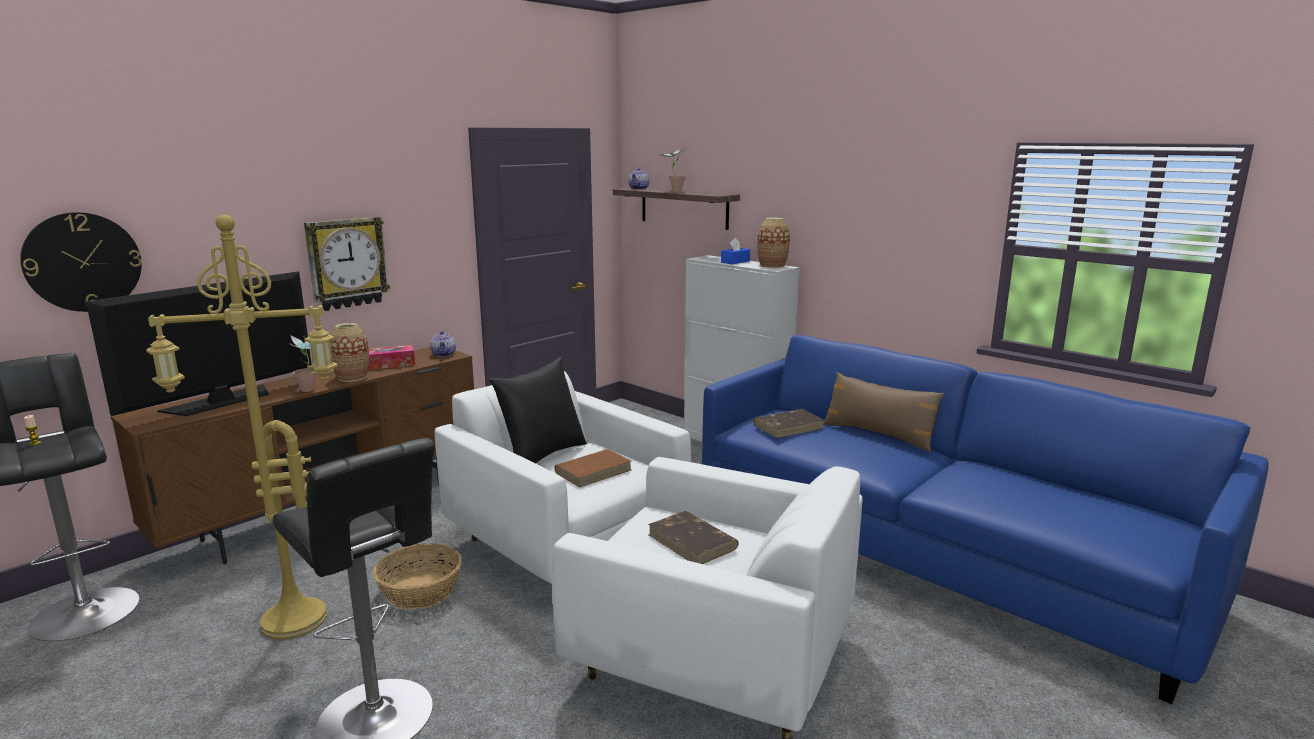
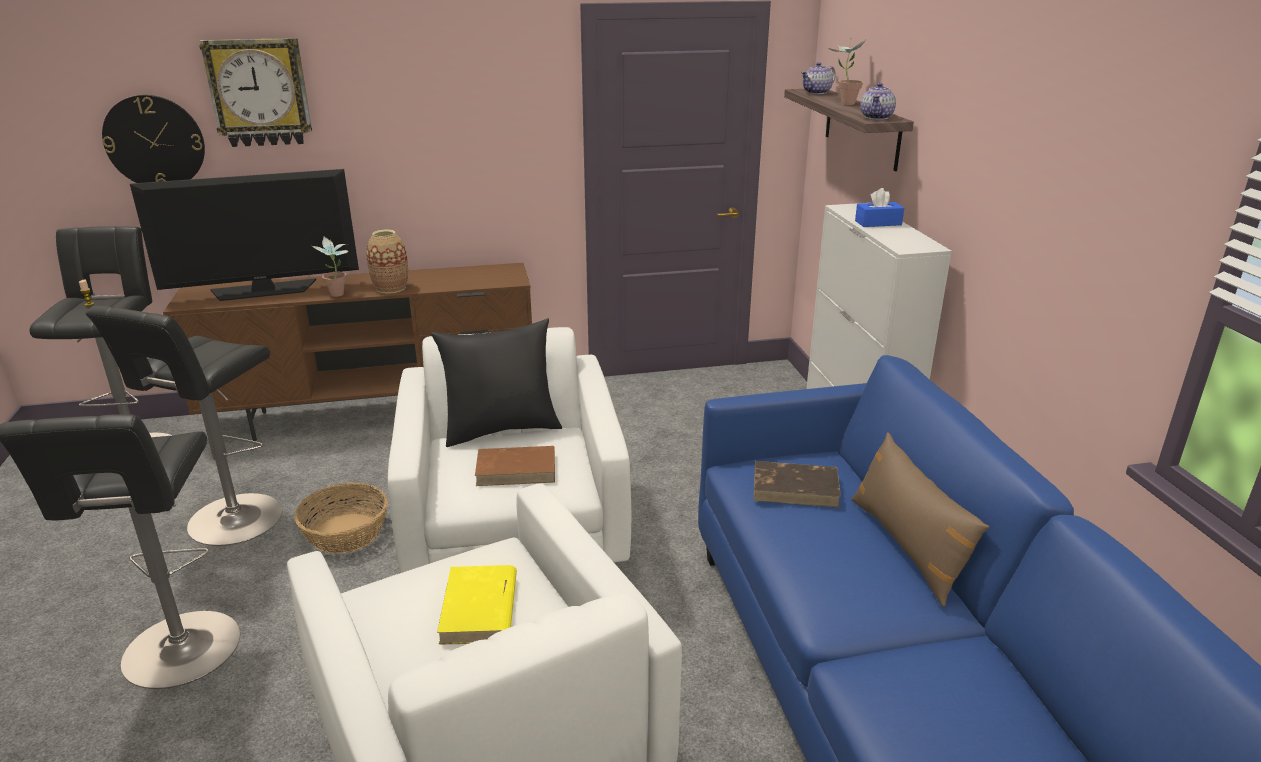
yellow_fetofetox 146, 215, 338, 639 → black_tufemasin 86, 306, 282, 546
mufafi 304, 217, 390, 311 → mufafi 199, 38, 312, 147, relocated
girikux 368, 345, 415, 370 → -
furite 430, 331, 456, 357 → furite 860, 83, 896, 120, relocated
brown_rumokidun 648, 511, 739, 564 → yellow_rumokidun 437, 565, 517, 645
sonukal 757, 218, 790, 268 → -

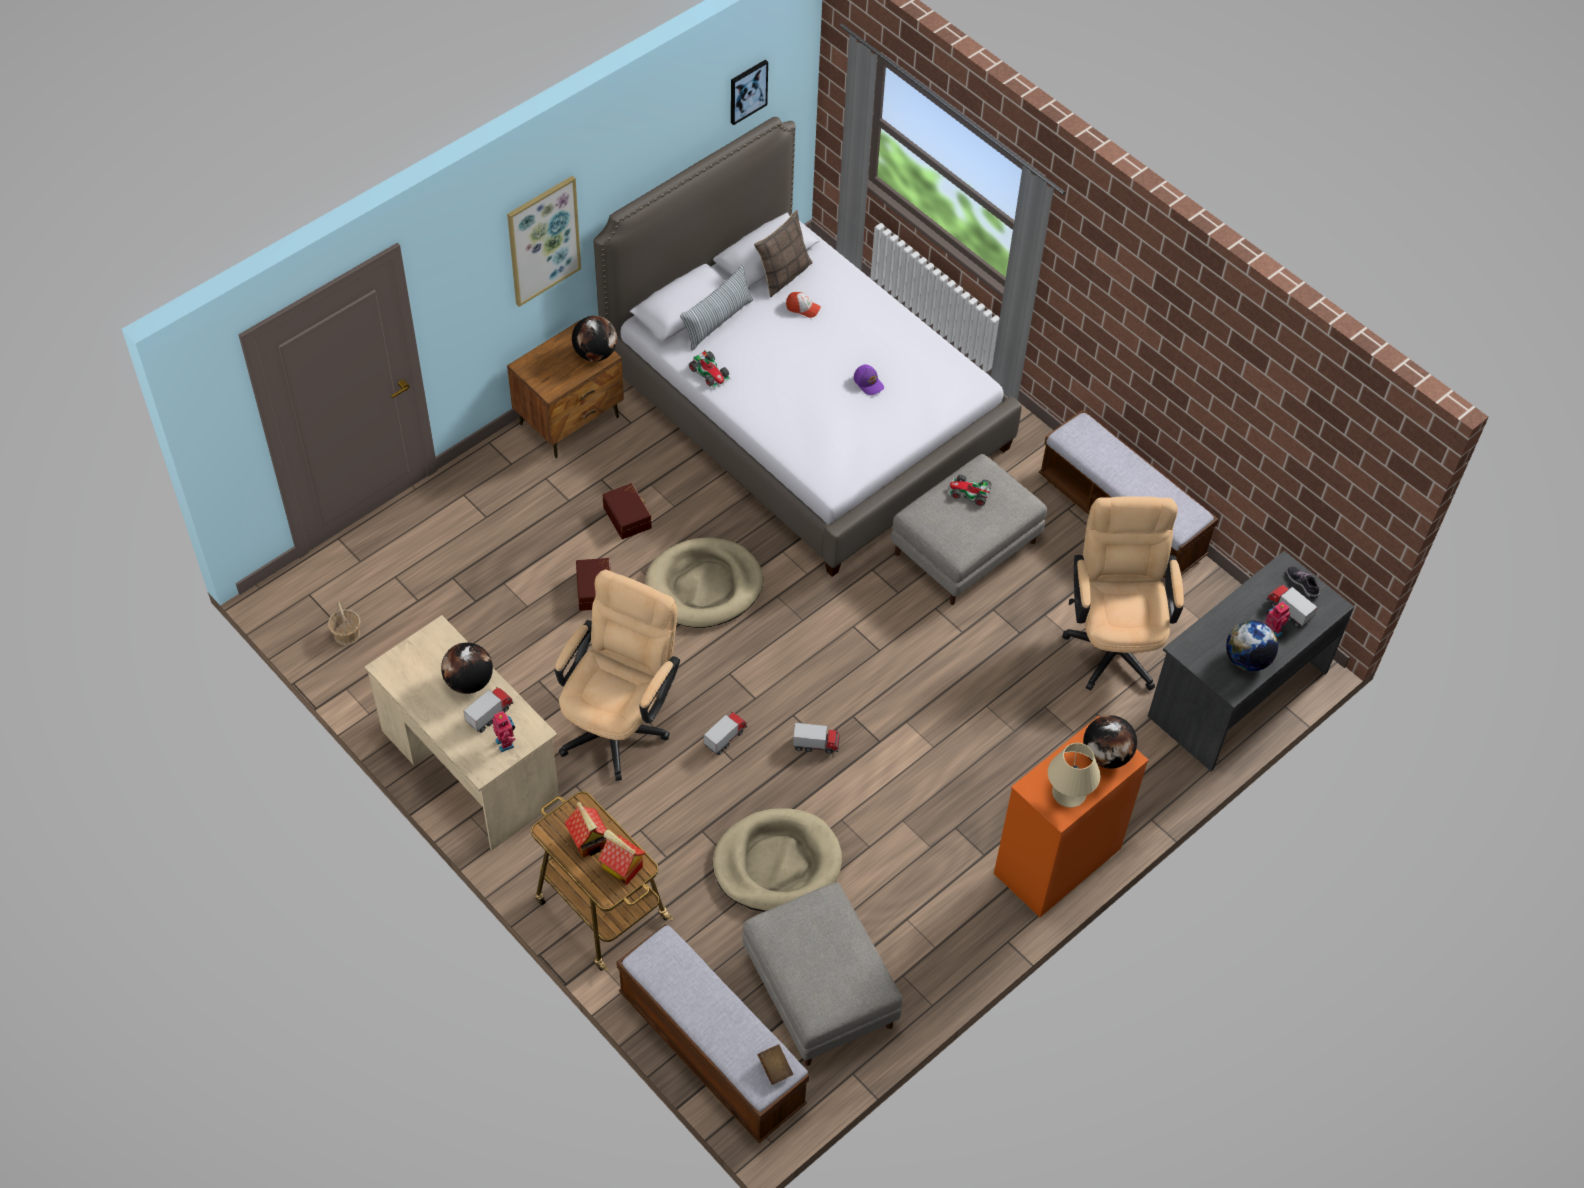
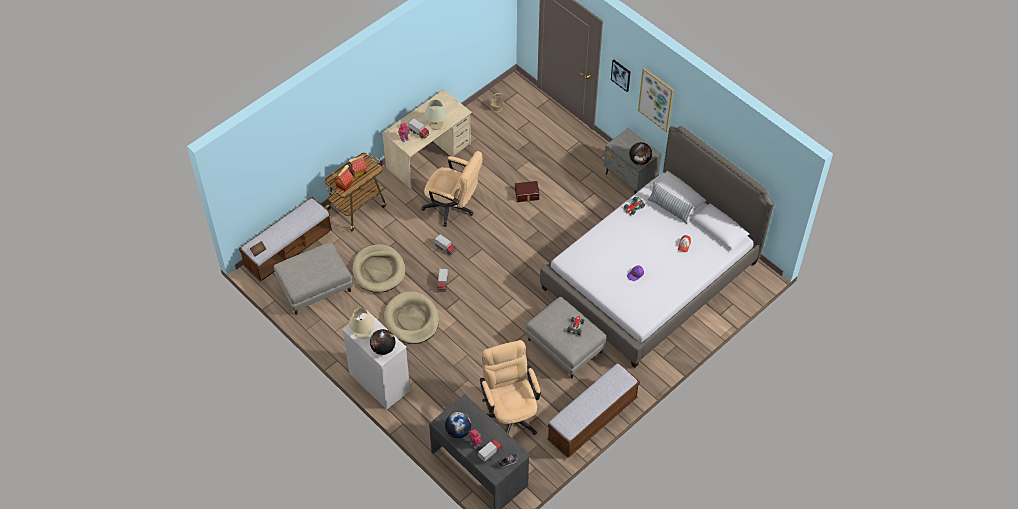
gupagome 441, 643, 493, 694 → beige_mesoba 425, 100, 447, 130
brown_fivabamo 507, 320, 624, 458 → grey_fivabamo 604, 128, 662, 194
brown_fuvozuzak 603, 483, 652, 539 → -
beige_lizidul 645, 537, 763, 628 → beige_lizidul 384, 291, 439, 344, relocated
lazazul 731, 60, 768, 125 → lazazul 611, 60, 631, 92, relocated
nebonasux 754, 210, 813, 297 → -
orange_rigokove 994, 716, 1149, 917 → white_rigokove 342, 311, 410, 410
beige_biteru 1062, 496, 1184, 691 → beige_biteru 480, 340, 541, 435, 105 degrees counterclockwise

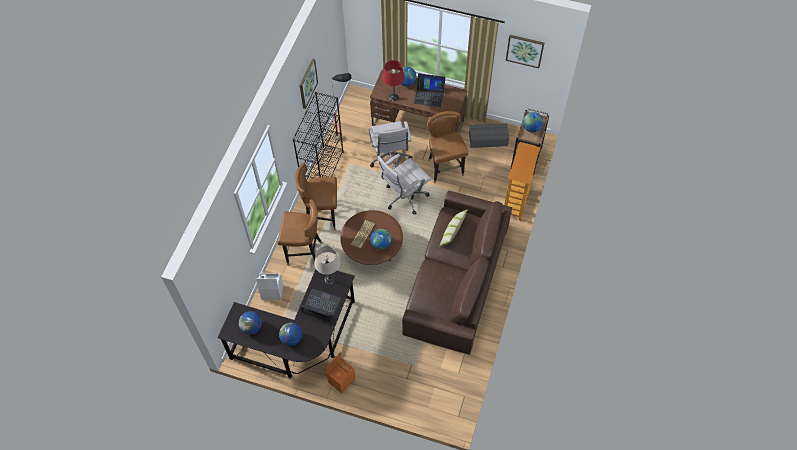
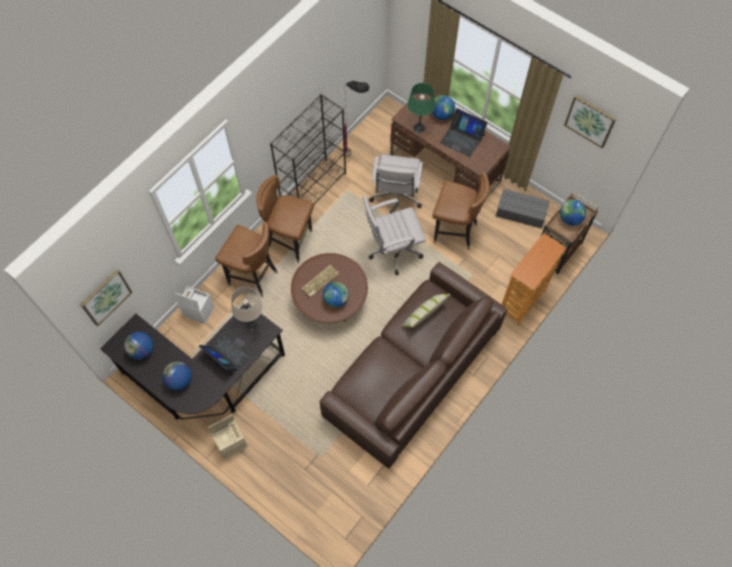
lazazul 299, 58, 318, 109 → lazazul 80, 269, 132, 327, relocated
orange_fuvozuzak 326, 352, 355, 393 → beige_fuvozuzak 207, 415, 248, 459
red_mesoba 382, 60, 405, 101 → green_mesoba 407, 83, 436, 133
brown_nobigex 427, 111, 468, 183 → brown_nobigex 432, 172, 490, 250, 105 degrees clockwise

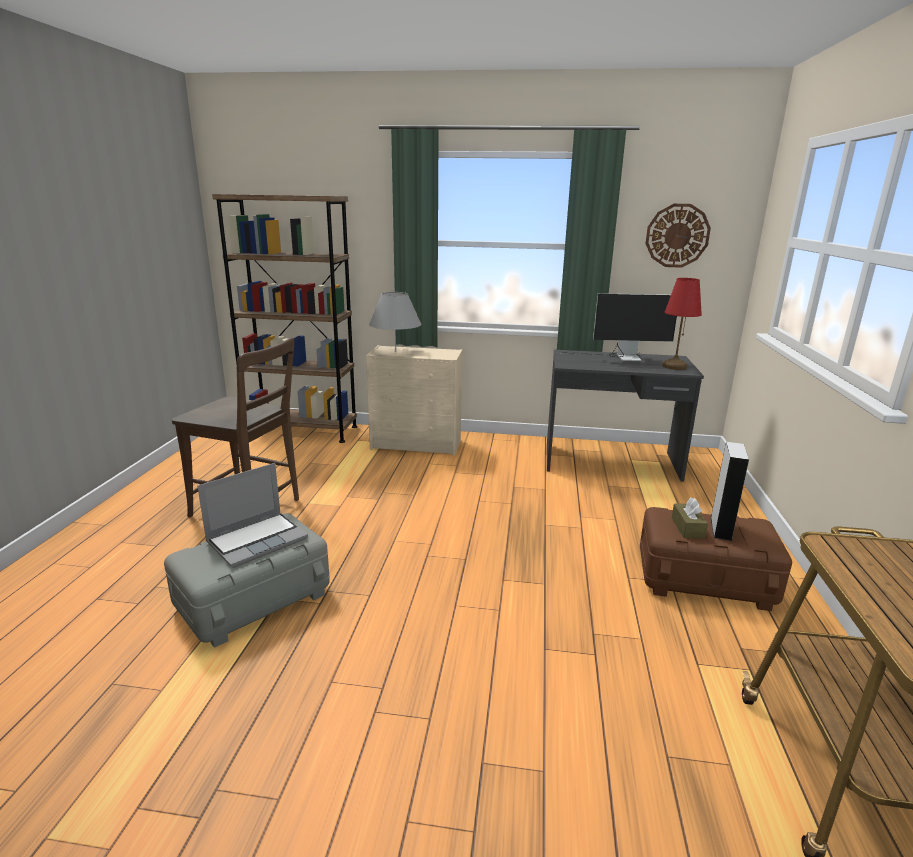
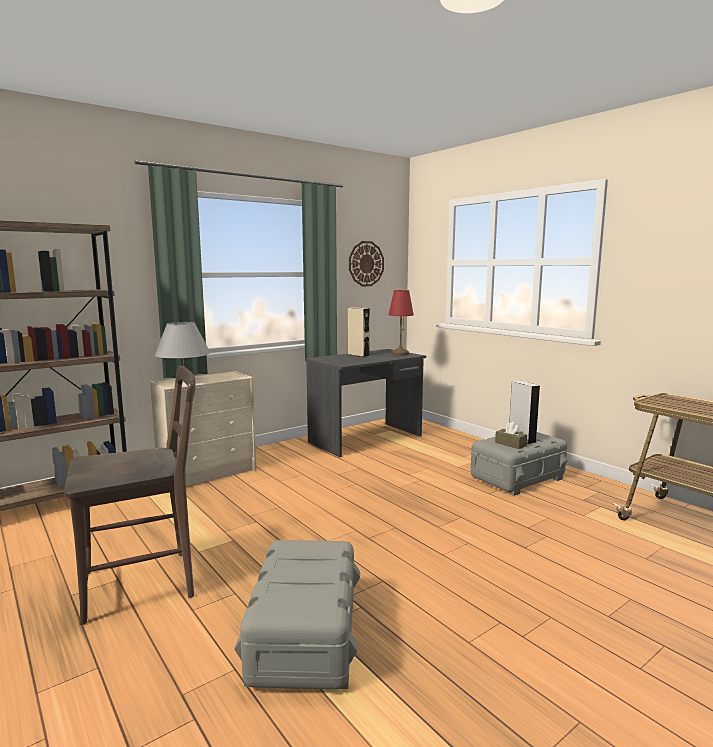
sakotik 197, 463, 308, 568 → -
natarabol 561, 293, 677, 361 → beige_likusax 348, 307, 370, 357
brown_fuvozuzak 640, 507, 792, 611 → grey_fuvozuzak 471, 432, 567, 496

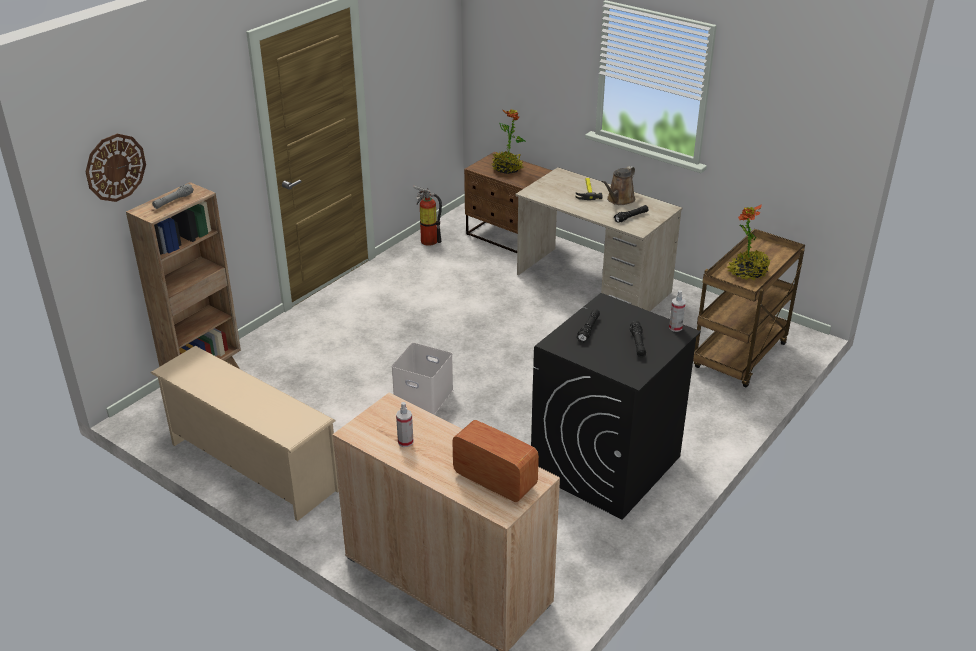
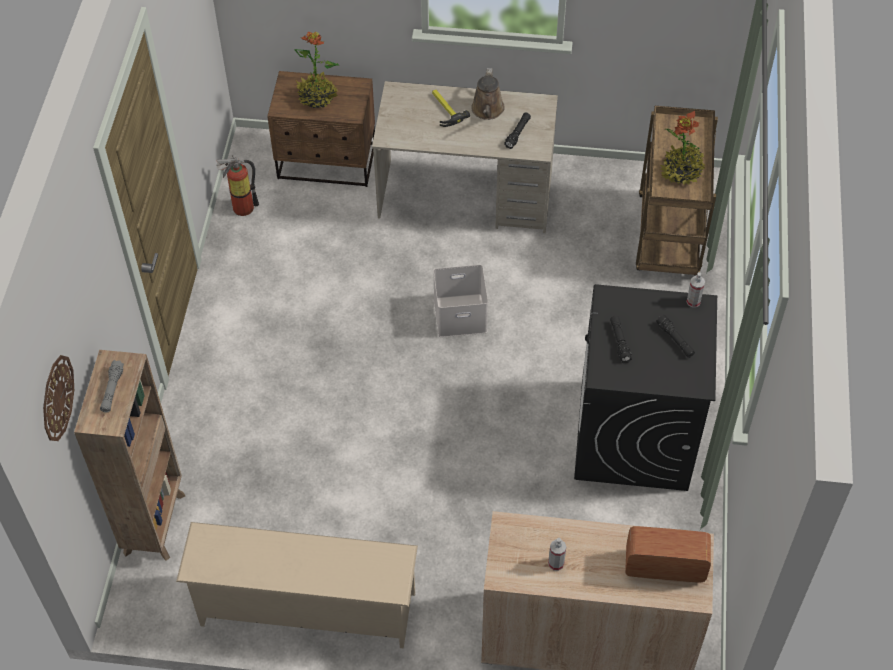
white_fuvozuzak 392, 342, 453, 415 → white_fuvozuzak 433, 265, 488, 337, relocated

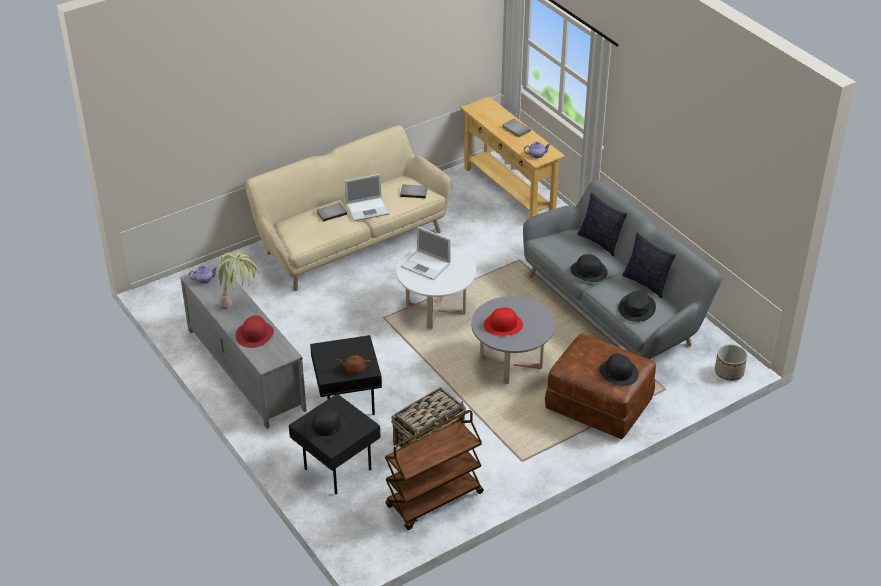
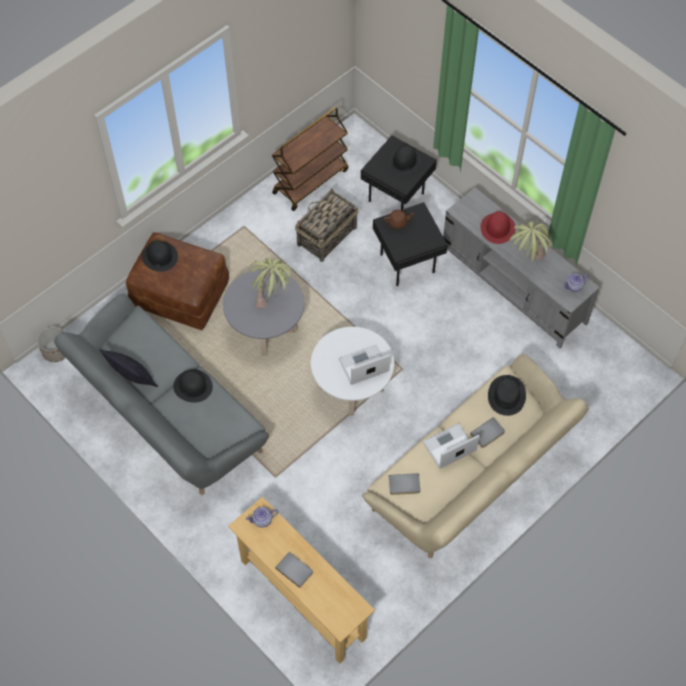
sakotik 401, 227, 451, 280 → sakotik 339, 345, 390, 385, 45 degrees counterclockwise
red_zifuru 484, 308, 523, 336 → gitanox 250, 258, 293, 309
nebonasux 578, 193, 627, 256 → -
black_zifuru 618, 291, 656, 322 → black_zifuru 488, 375, 526, 416, relocated

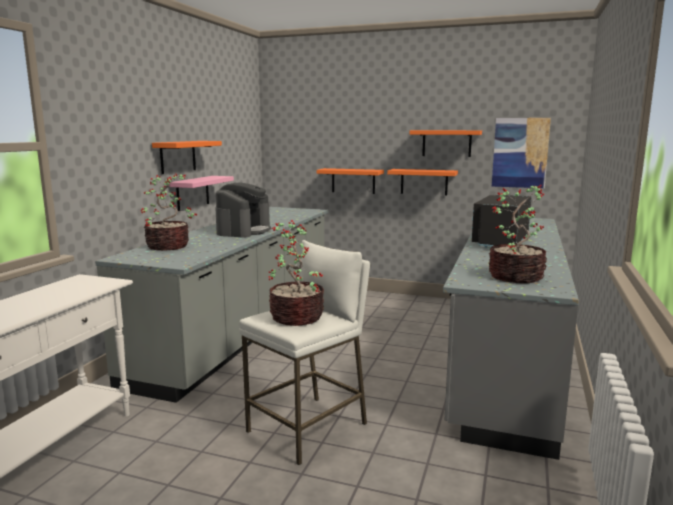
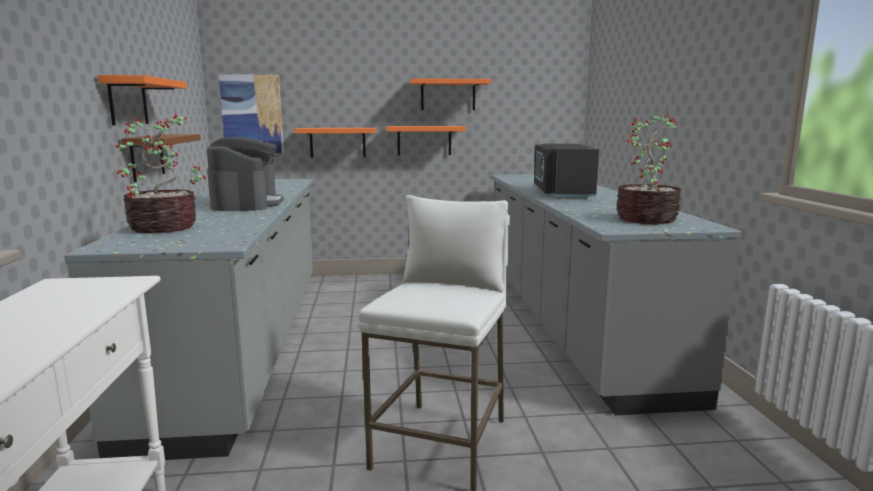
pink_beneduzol 169, 176, 234, 211 → brown_beneduzol 122, 134, 201, 182
gitanox 269, 220, 324, 326 → -
lazazul 492, 118, 551, 188 → lazazul 219, 74, 284, 153, relocated

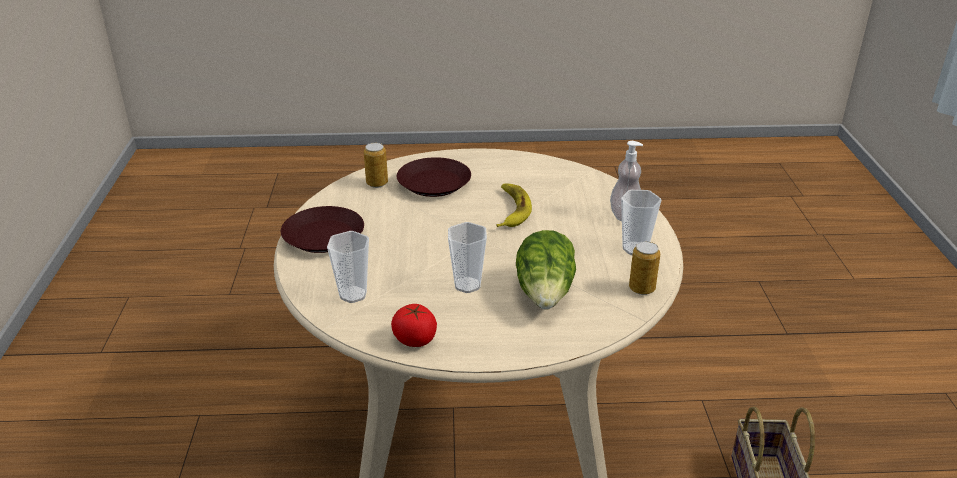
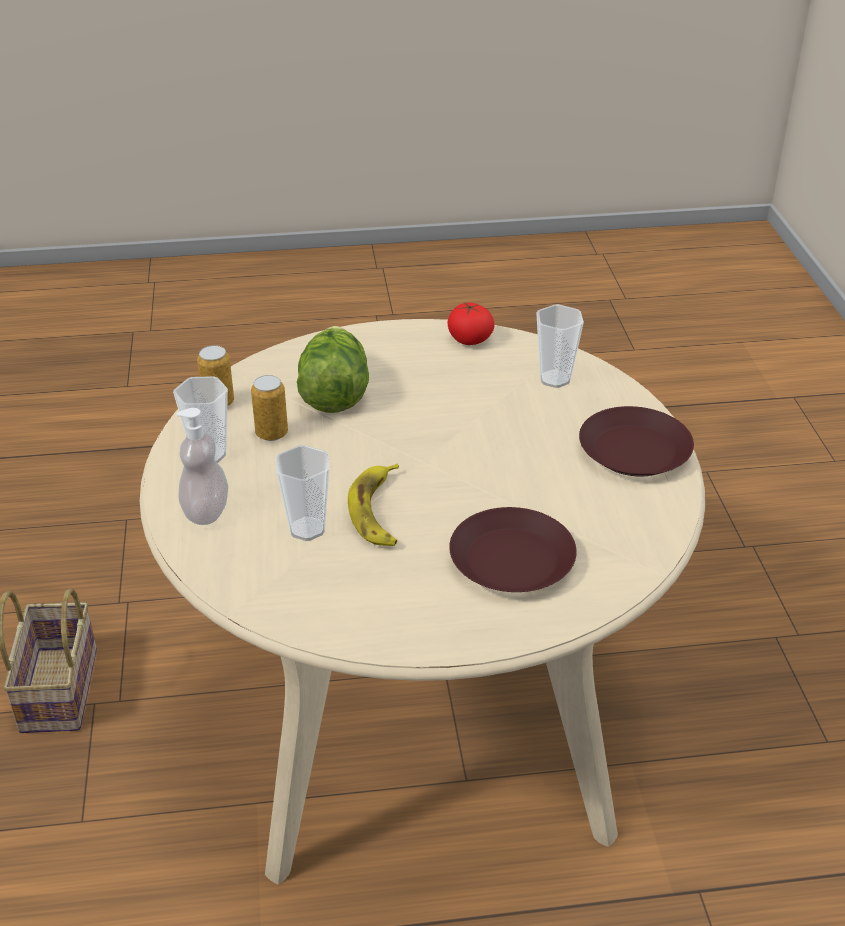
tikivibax 364, 143, 388, 188 → tikivibax 251, 375, 288, 441, relocated
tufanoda 448, 222, 487, 293 → tufanoda 276, 445, 330, 541, relocated

